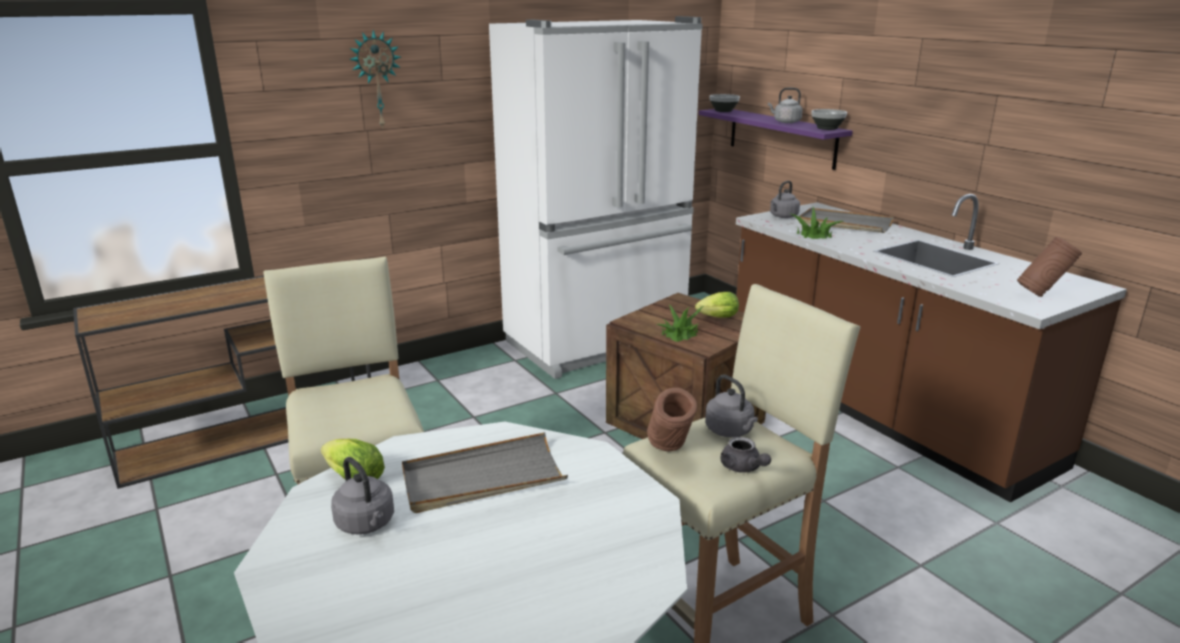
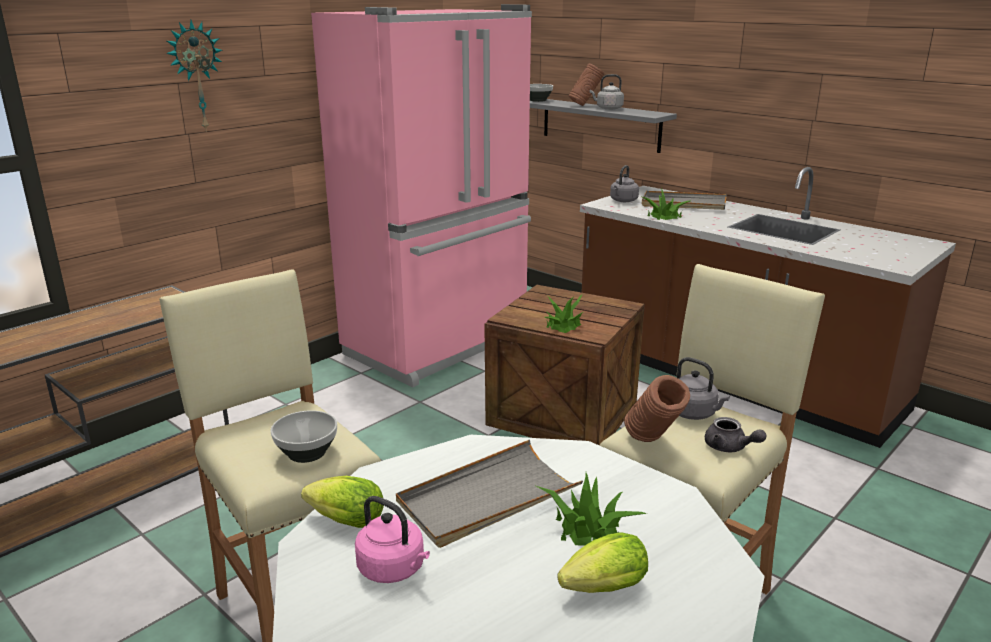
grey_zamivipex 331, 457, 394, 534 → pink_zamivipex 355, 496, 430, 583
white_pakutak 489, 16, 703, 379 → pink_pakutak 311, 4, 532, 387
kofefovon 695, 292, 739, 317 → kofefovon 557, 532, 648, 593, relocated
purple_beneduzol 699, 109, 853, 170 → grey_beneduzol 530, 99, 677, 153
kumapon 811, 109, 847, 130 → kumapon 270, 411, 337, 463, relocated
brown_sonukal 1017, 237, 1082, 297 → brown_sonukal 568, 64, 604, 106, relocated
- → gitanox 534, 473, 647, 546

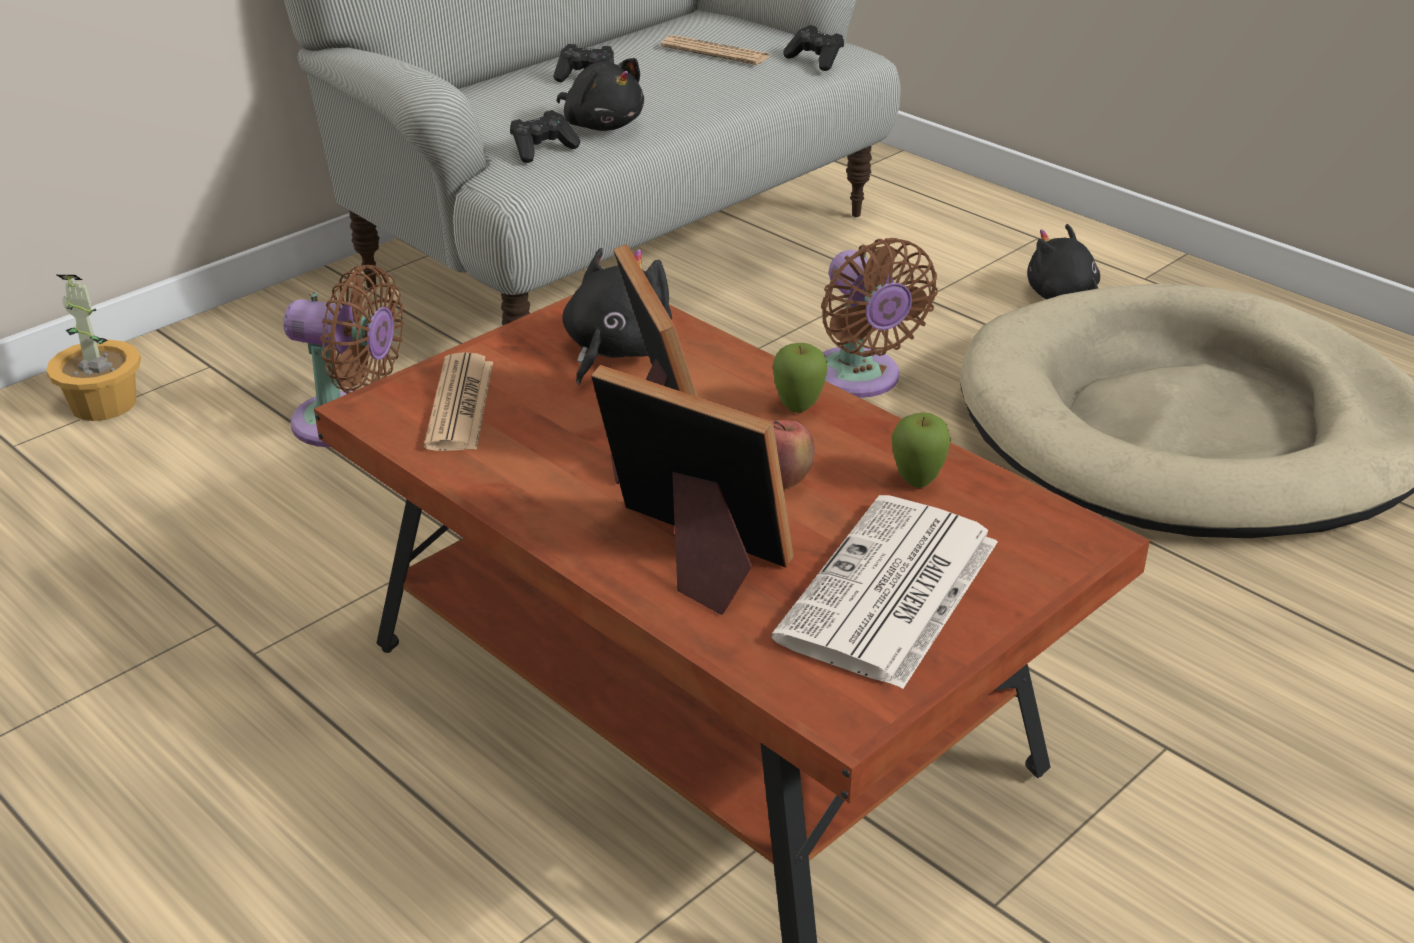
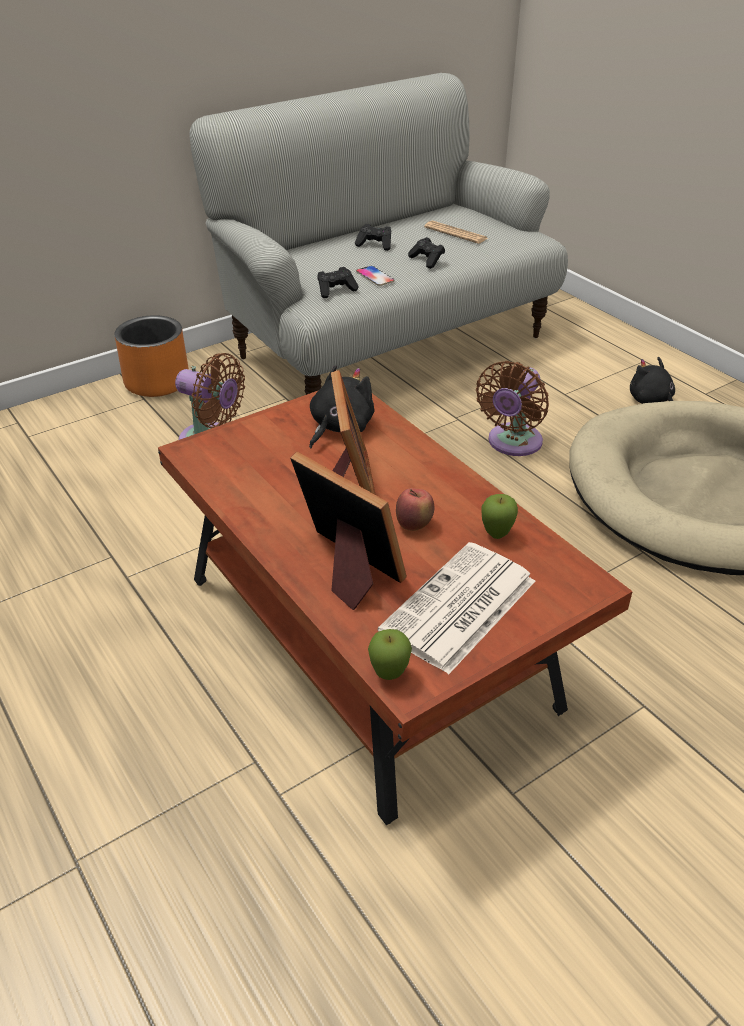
gitanox 46, 275, 141, 421 → -
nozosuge 424, 352, 493, 451 → -
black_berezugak 557, 58, 644, 131 → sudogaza 356, 266, 394, 286
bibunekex 773, 343, 828, 413 → bibunekex 368, 629, 412, 680, relocated
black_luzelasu 783, 25, 844, 71 → black_luzelasu 408, 237, 445, 269, relocated
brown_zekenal 821, 238, 938, 398 → brown_zekenal 476, 361, 549, 456, 45 degrees clockwise
- → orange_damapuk 114, 315, 189, 397

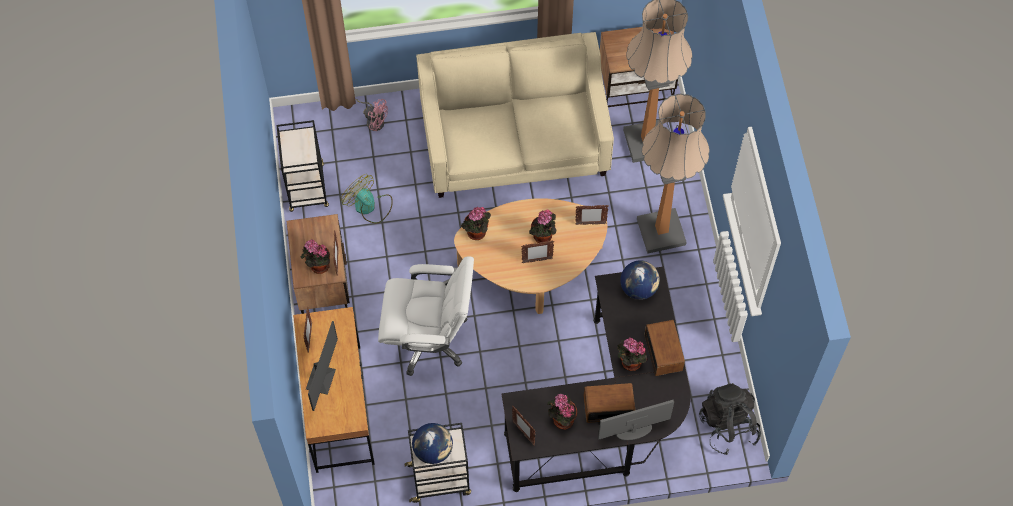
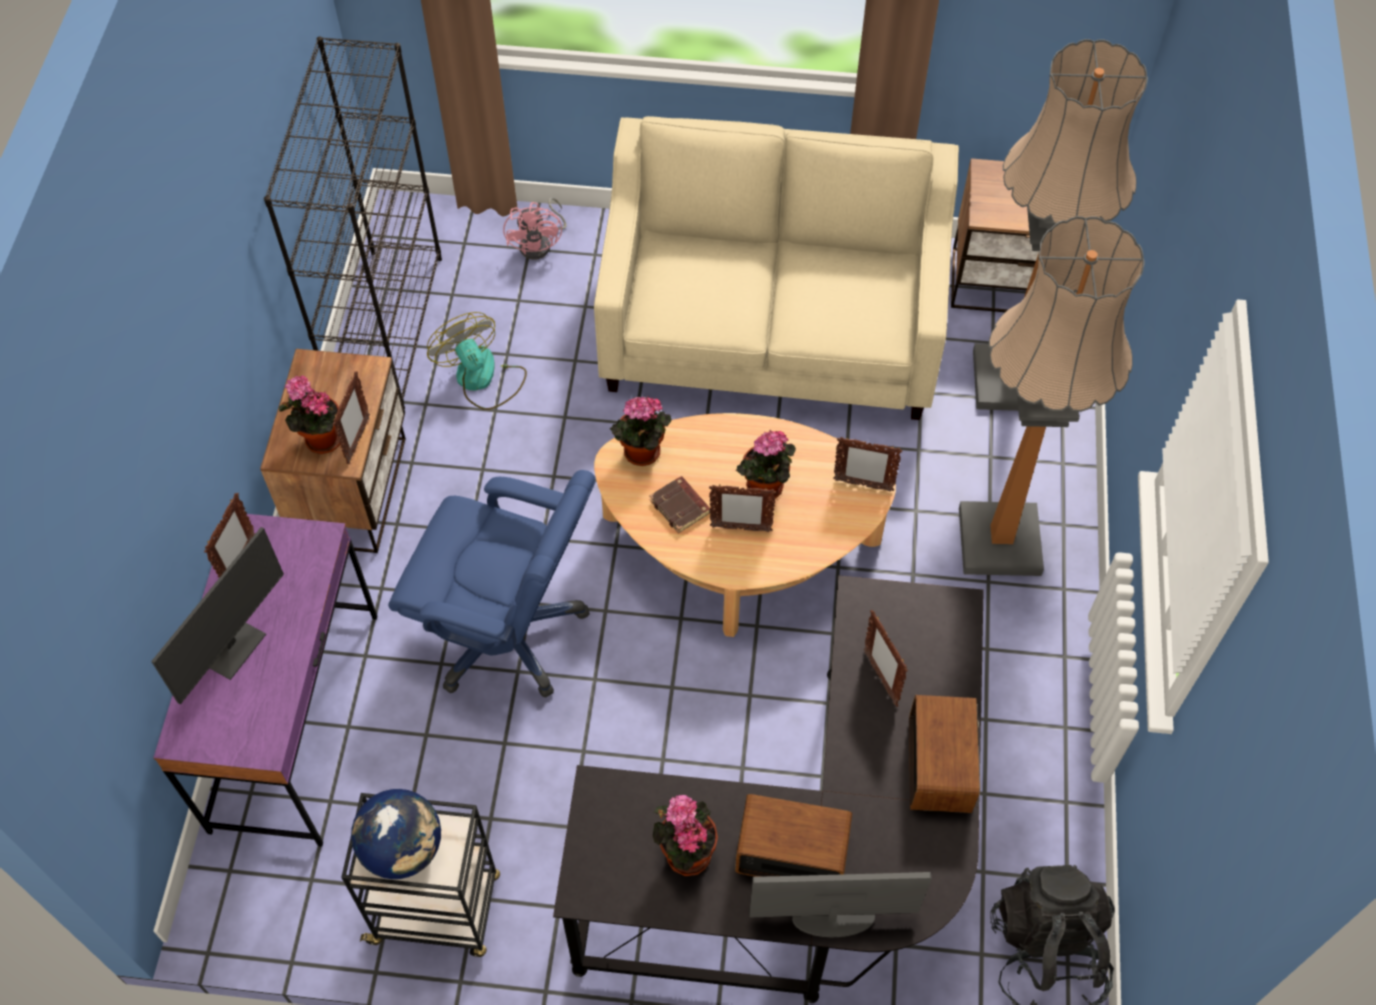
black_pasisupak 276, 120, 329, 212 → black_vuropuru 264, 37, 442, 409
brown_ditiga 293, 307, 375, 473 → purple_ditiga 153, 514, 377, 847
pink_zekenal 355, 99, 388, 131 → pink_zekenal 503, 198, 566, 260, 45 degrees clockwise
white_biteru 378, 256, 474, 376 → blue_biteru 388, 470, 596, 698
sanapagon 512, 406, 535, 445 → sanapagon 864, 610, 908, 707, relocated
gitanox 617, 338, 648, 371 → -
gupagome 620, 261, 660, 300 → -
- → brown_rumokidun 649, 476, 710, 534

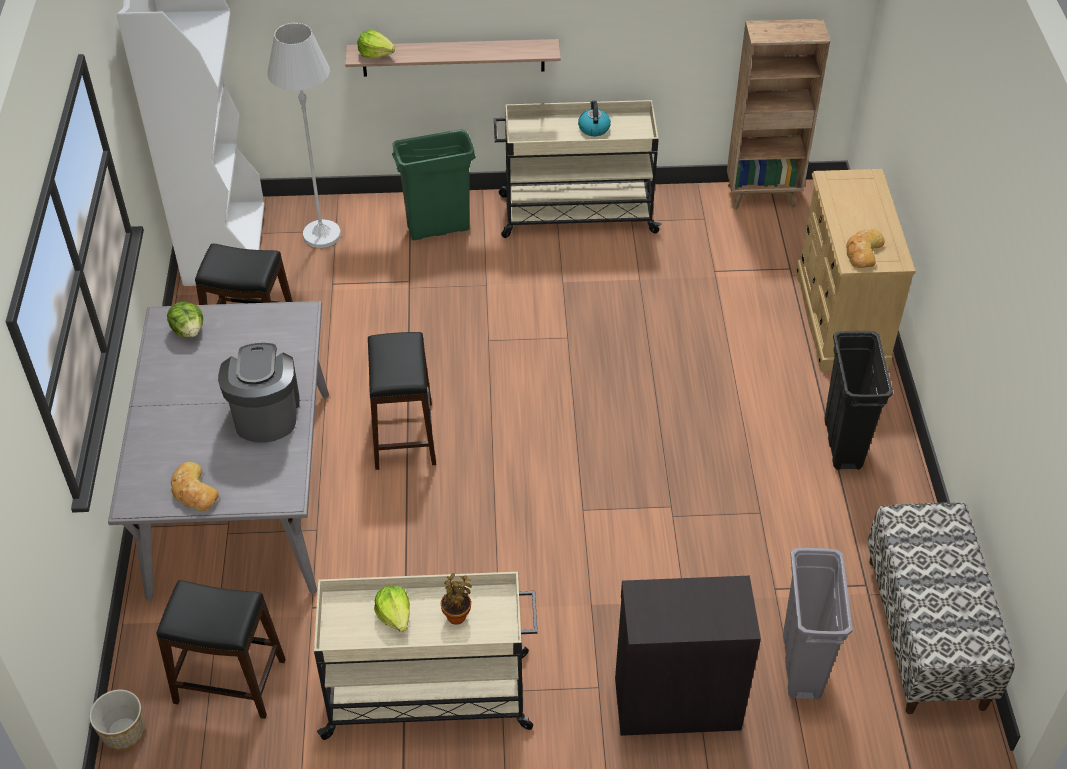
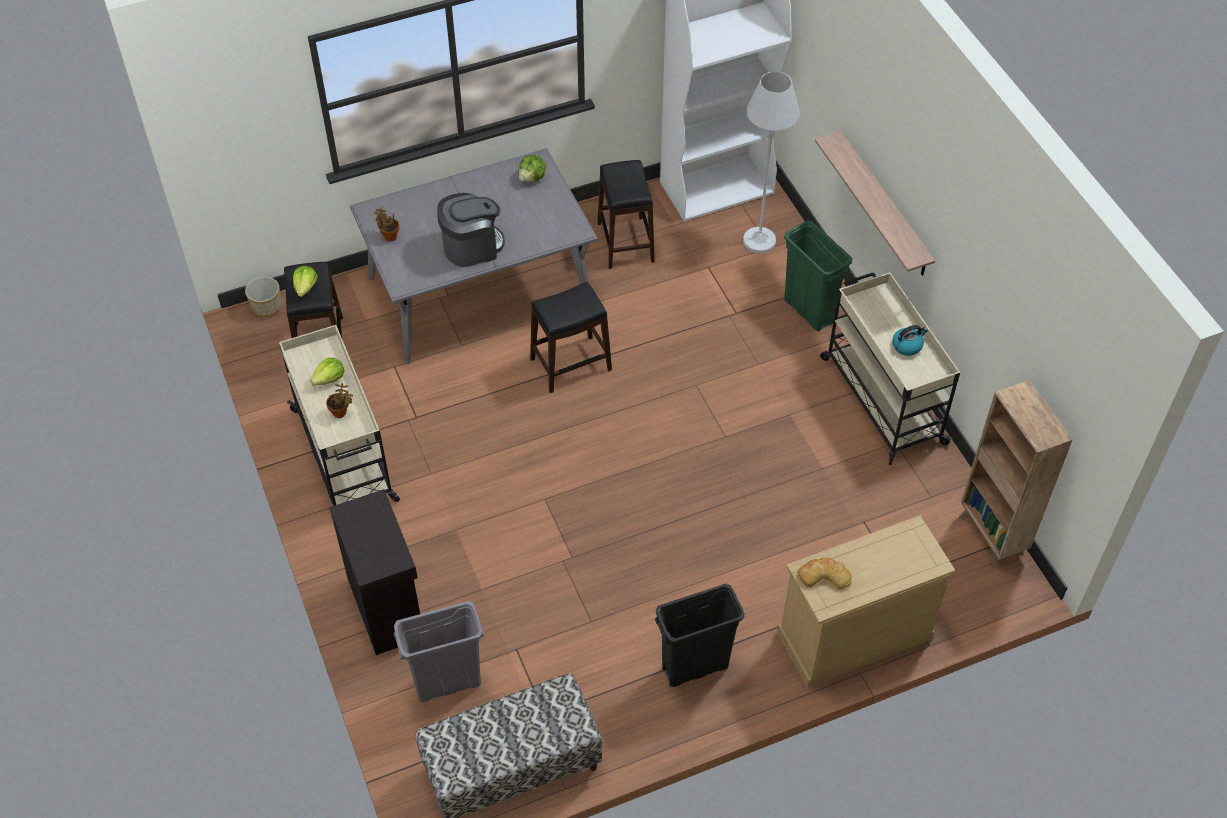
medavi 171, 462, 219, 511 → gitanox 374, 206, 399, 241
kofefovon 358, 30, 395, 58 → kofefovon 293, 266, 318, 297, relocated

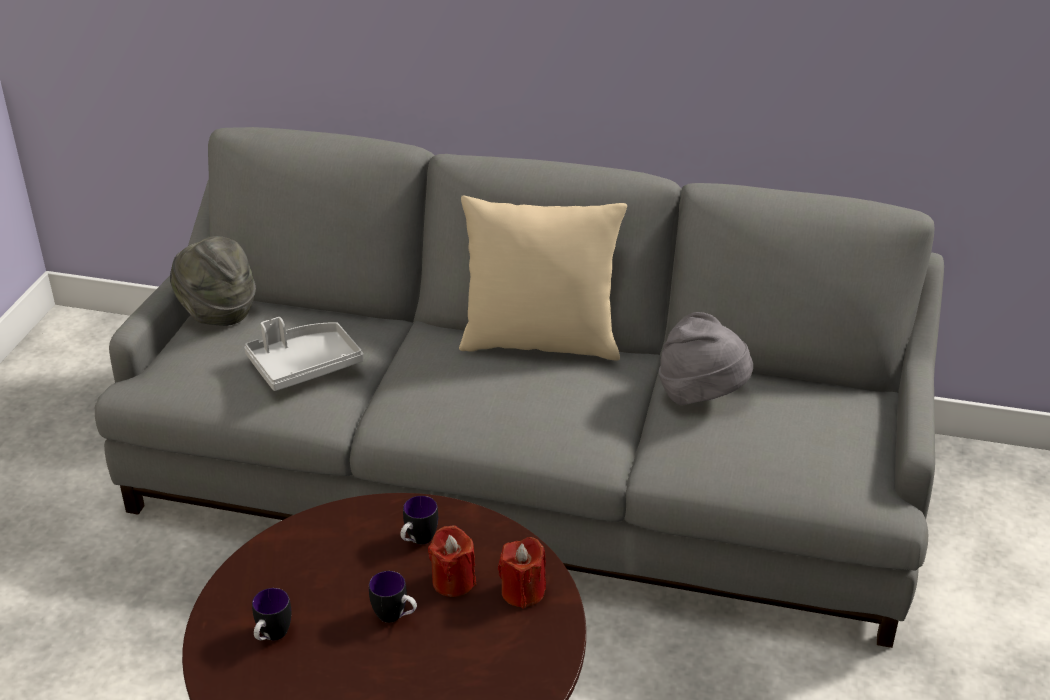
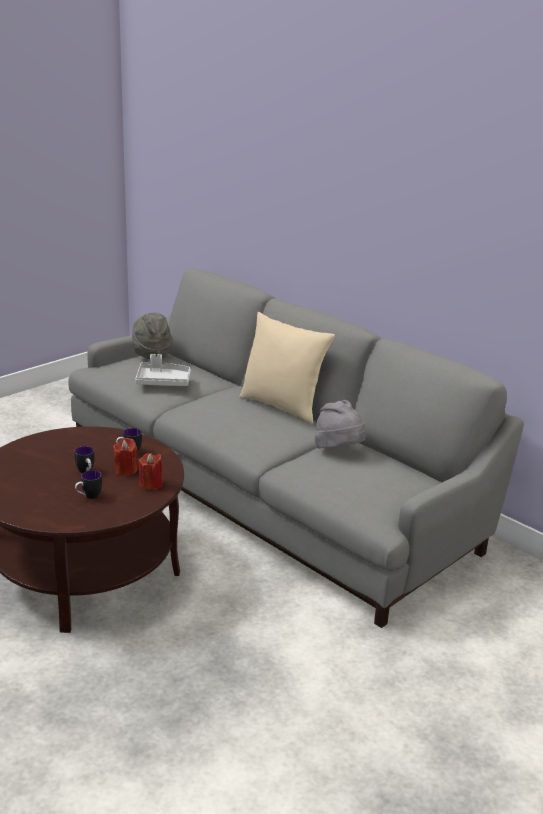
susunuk 252, 588, 292, 640 → susunuk 75, 470, 102, 499, relocated

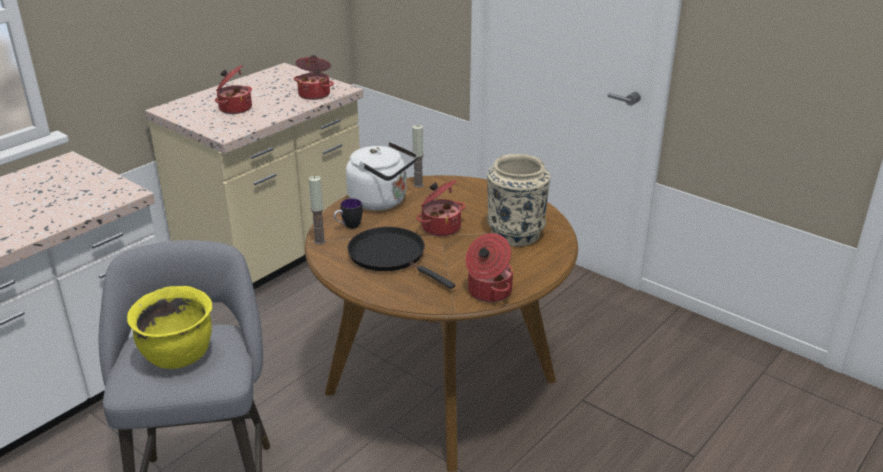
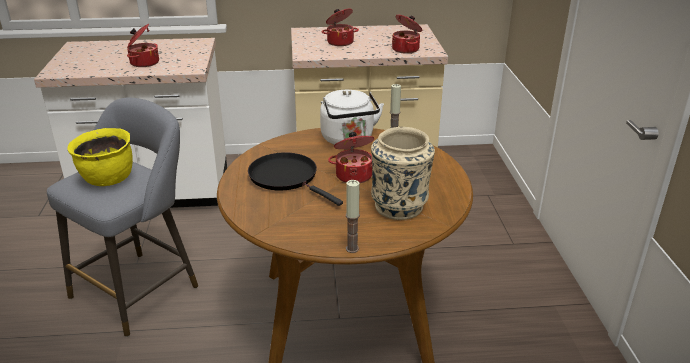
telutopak 309, 176, 326, 245 → telutopak 346, 180, 360, 253, relocated
susunuk 334, 199, 363, 229 → -
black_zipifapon 347, 227, 455, 289 → black_zipifapon 248, 152, 343, 206, 45 degrees counterclockwise
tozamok 465, 233, 513, 302 → tozamok 127, 24, 159, 67, relocated

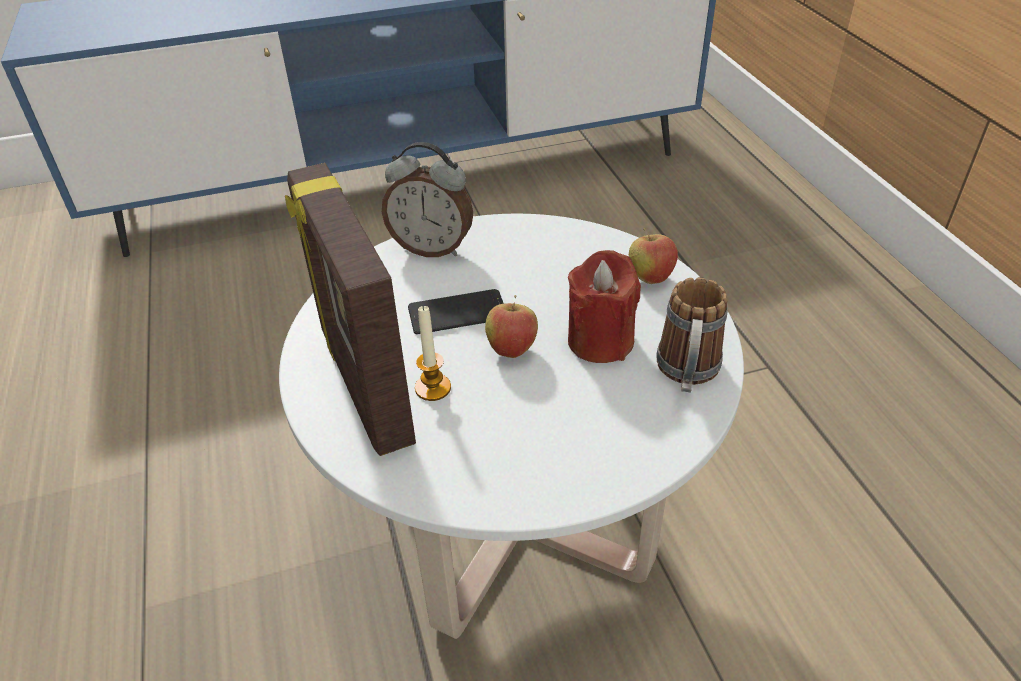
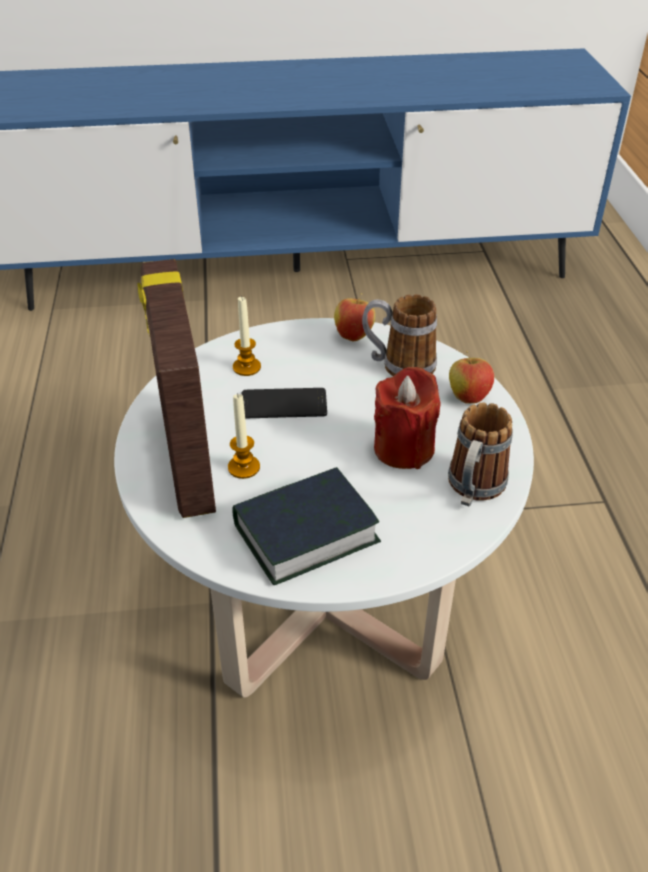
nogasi 382, 142, 473, 257 → -
bibunekex 485, 295, 538, 358 → bibunekex 334, 293, 375, 341, relocated
- → rumokidun 232, 467, 381, 585
- → telutopak 233, 297, 261, 376
- → susunuk 362, 294, 437, 376

